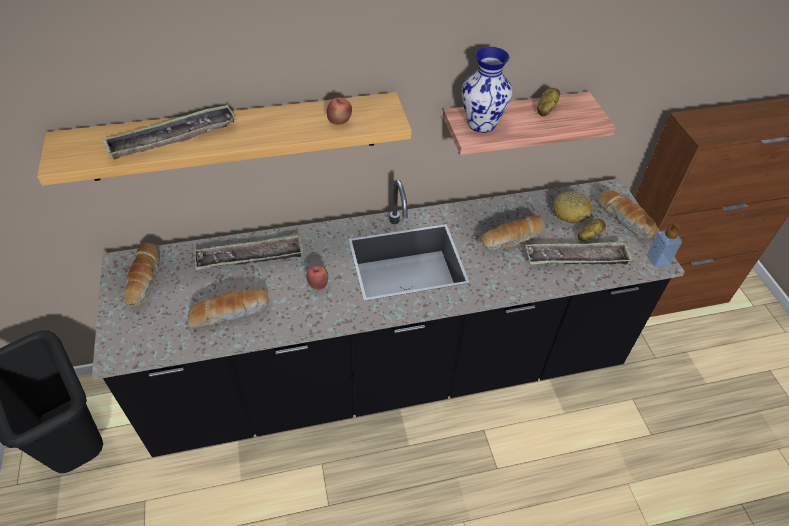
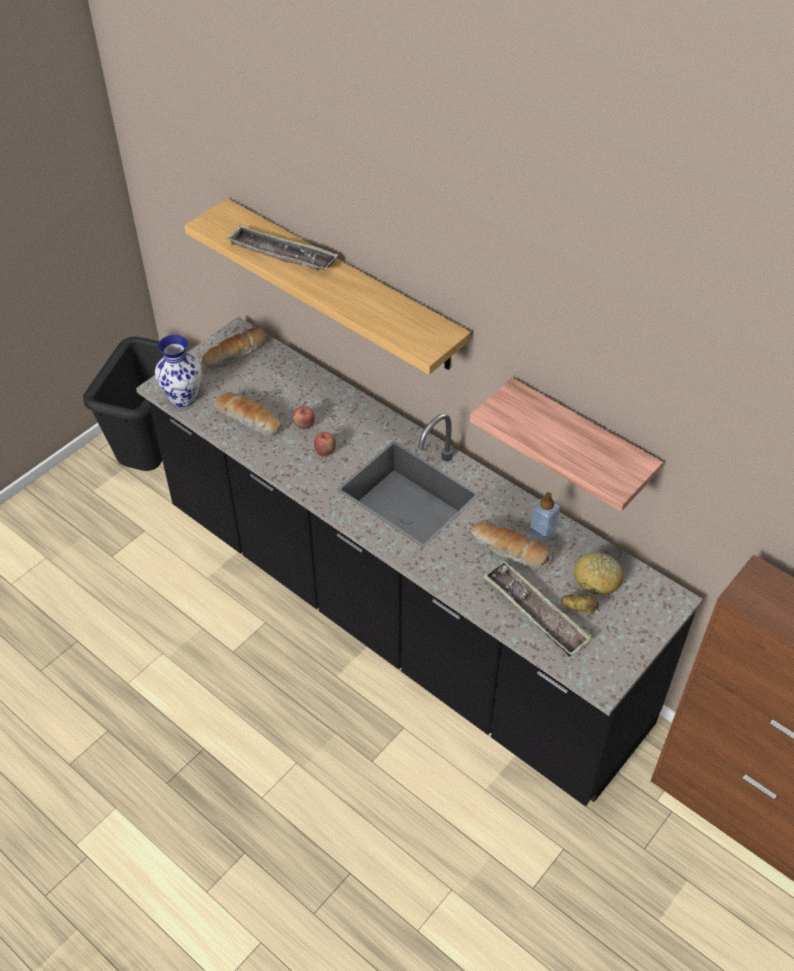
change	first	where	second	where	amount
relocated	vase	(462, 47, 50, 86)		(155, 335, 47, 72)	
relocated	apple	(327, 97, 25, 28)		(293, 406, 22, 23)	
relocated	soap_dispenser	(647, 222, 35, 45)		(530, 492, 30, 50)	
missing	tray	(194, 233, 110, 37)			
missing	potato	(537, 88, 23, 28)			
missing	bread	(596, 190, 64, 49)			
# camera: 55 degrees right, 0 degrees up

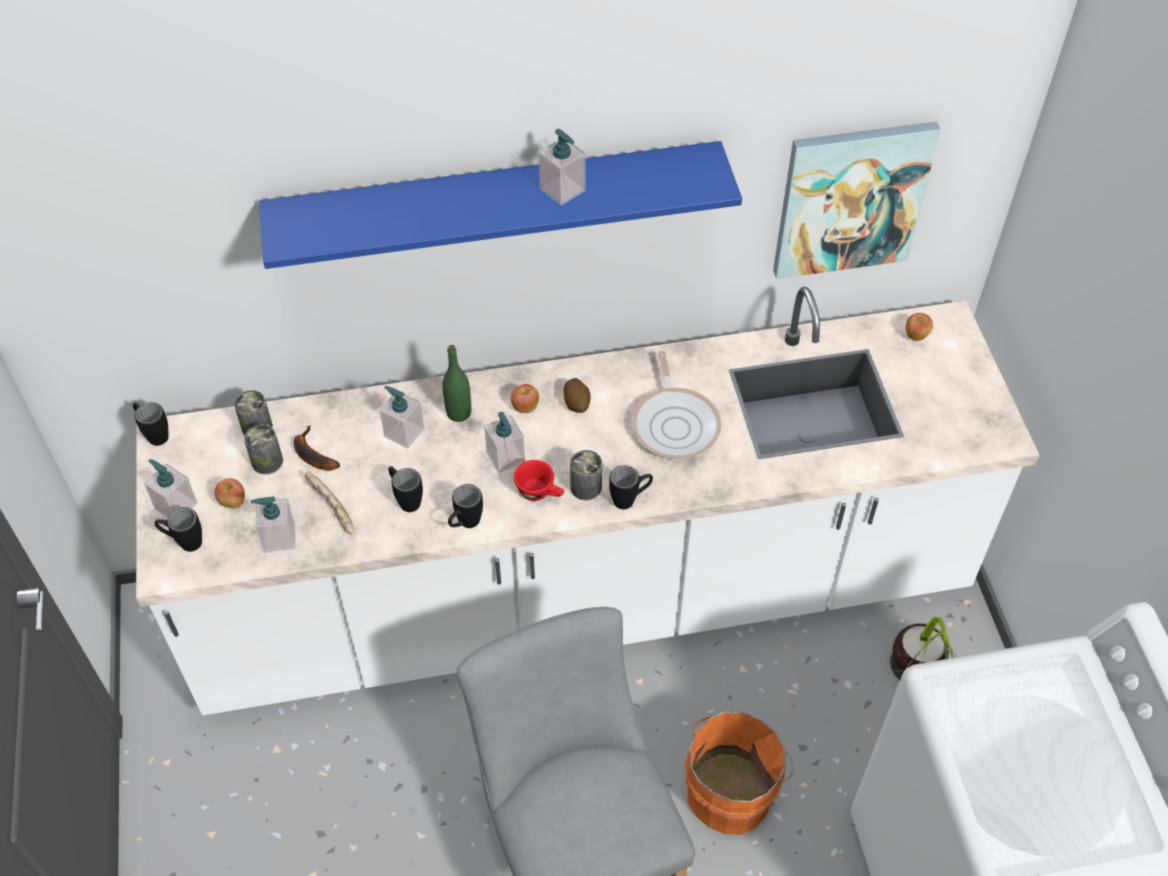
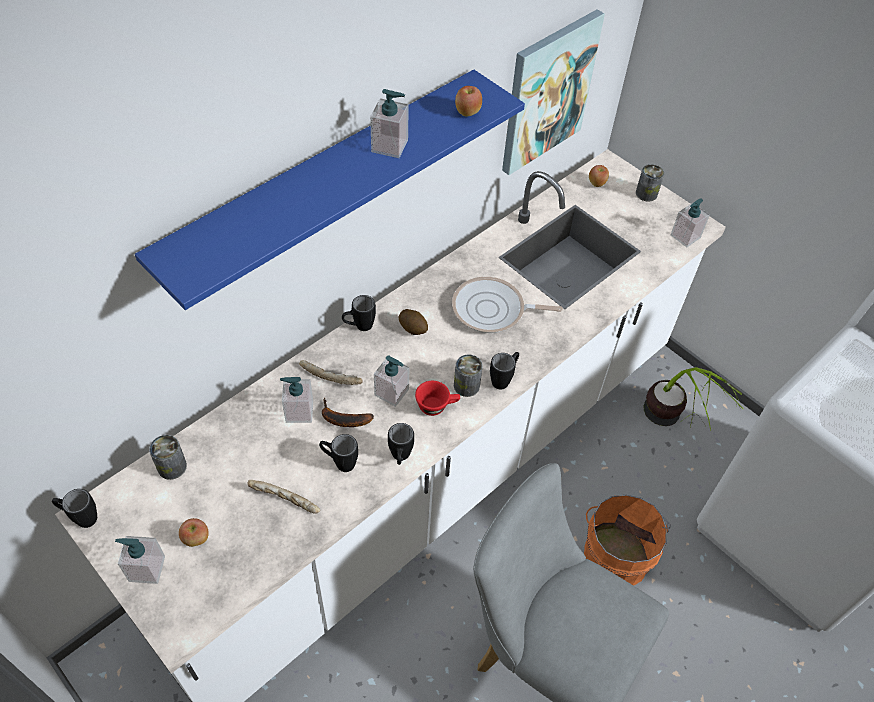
change	first	where	second	where	amount
exchanged	green_bottle	(442, 345, 29, 77)	bread	(299, 360, 64, 25)	
relocated	banana	(294, 425, 46, 46)		(322, 398, 52, 29)	
relocated	black_mug	(155, 507, 47, 45)		(342, 295, 34, 36)	
spun	frying_pan	(632, 351, 89, 108)		(452, 277, 111, 56)	135 degrees clockwise
relocated	apple	(511, 384, 28, 29)		(455, 86, 27, 31)	
relocated	can	(244, 424, 39, 50)		(636, 164, 29, 37)	
relocated	soap_dispenser	(251, 496, 44, 56)		(671, 198, 39, 49)	
# camera: 35 degrees left, 0 degrees up

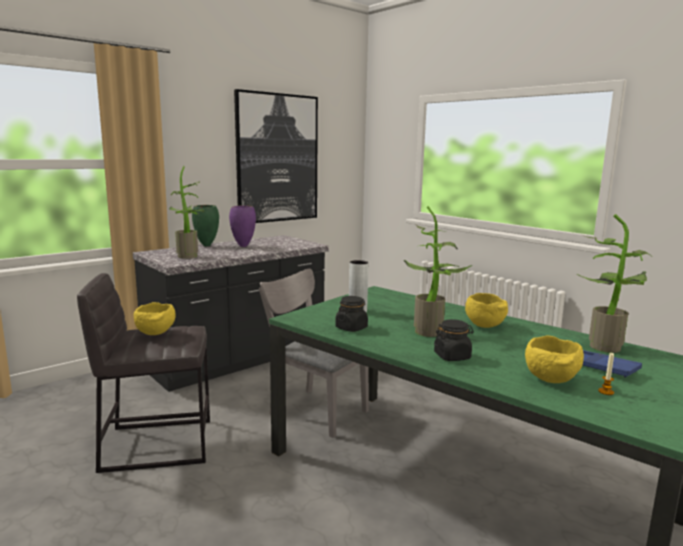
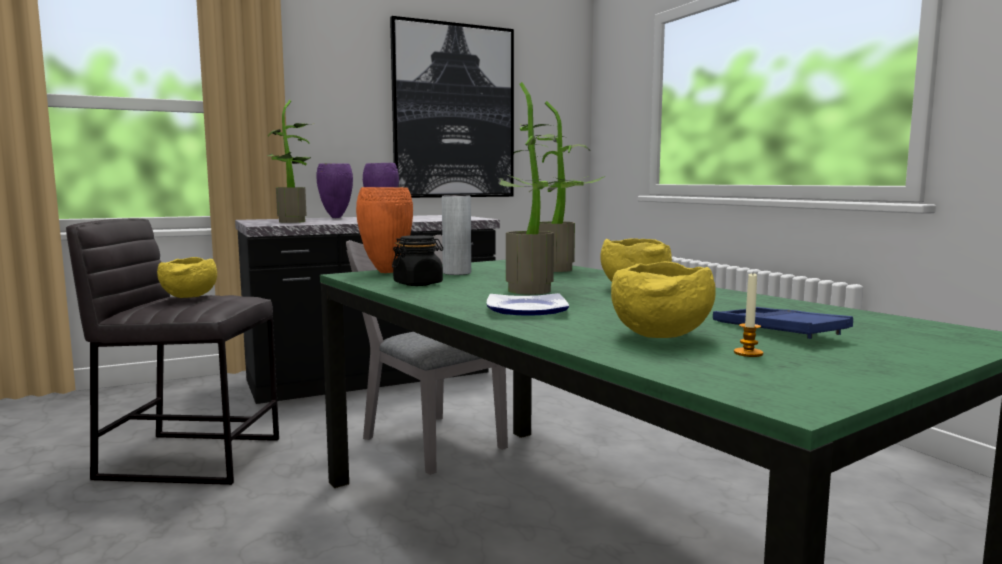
change	first	where	second	where	amount
colour	green_vase	(192, 205, 27, 41)	purple_vase	(316, 163, 37, 55)	
appeared			orange_vase	(356, 187, 57, 86)	
exchanged	black_jar	(434, 319, 40, 42)	plate	(486, 293, 83, 23)	
relocated	potted_plant	(577, 214, 75, 139)		(516, 101, 89, 171)	
# camera: 15 degrees right, 5 degrees down

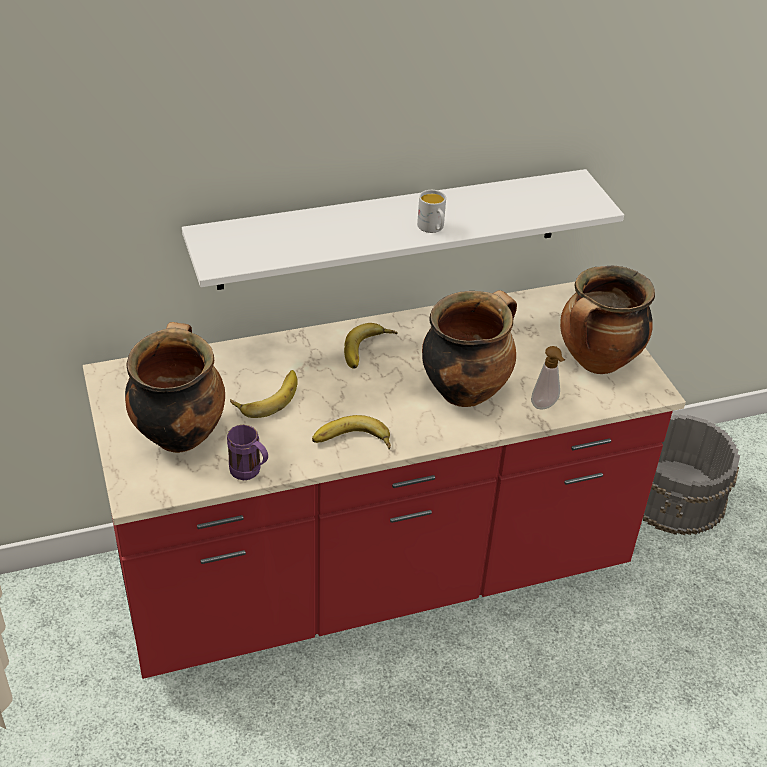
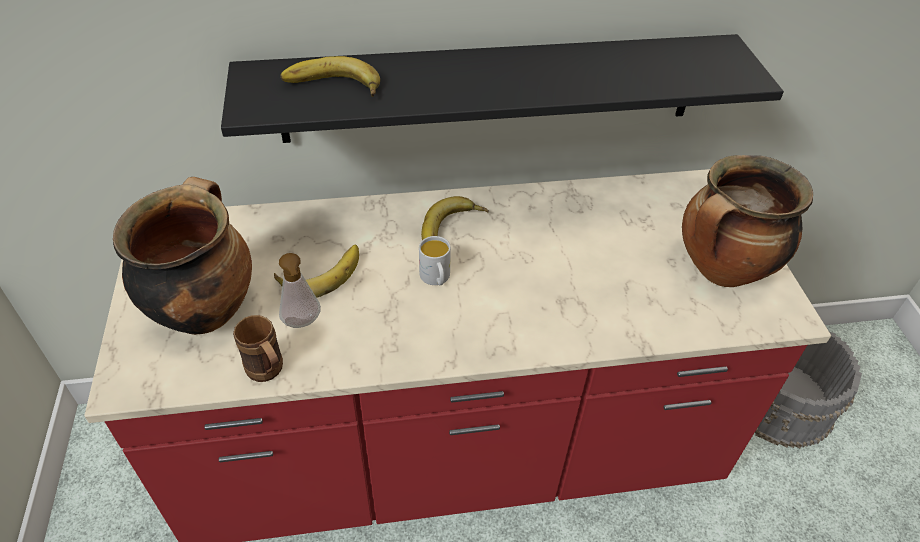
change	first	where	second	where	amount
colour	white_shelf	(182, 169, 442, 121)	black_shelf	(221, 34, 563, 109)	
colour	purple_mug	(227, 425, 41, 55)	brown_mug	(233, 315, 50, 67)	
relocated	soap_dispenser	(531, 346, 34, 64)		(279, 253, 42, 75)	
relocated	banana	(312, 415, 79, 35)		(281, 56, 99, 41)	
relocated	white_mug	(417, 190, 29, 43)		(419, 236, 32, 49)	
missing	cooking_pot	(422, 290, 95, 117)			
# camera: 10 degrees right, 5 degrees up

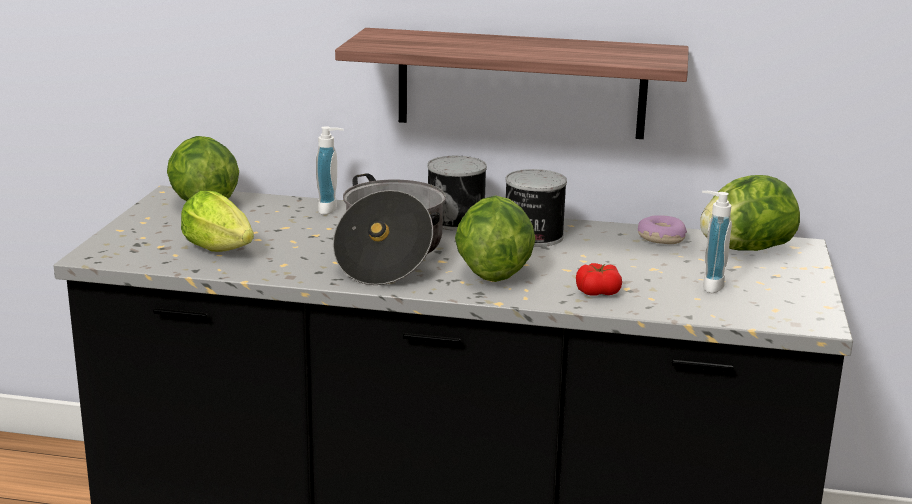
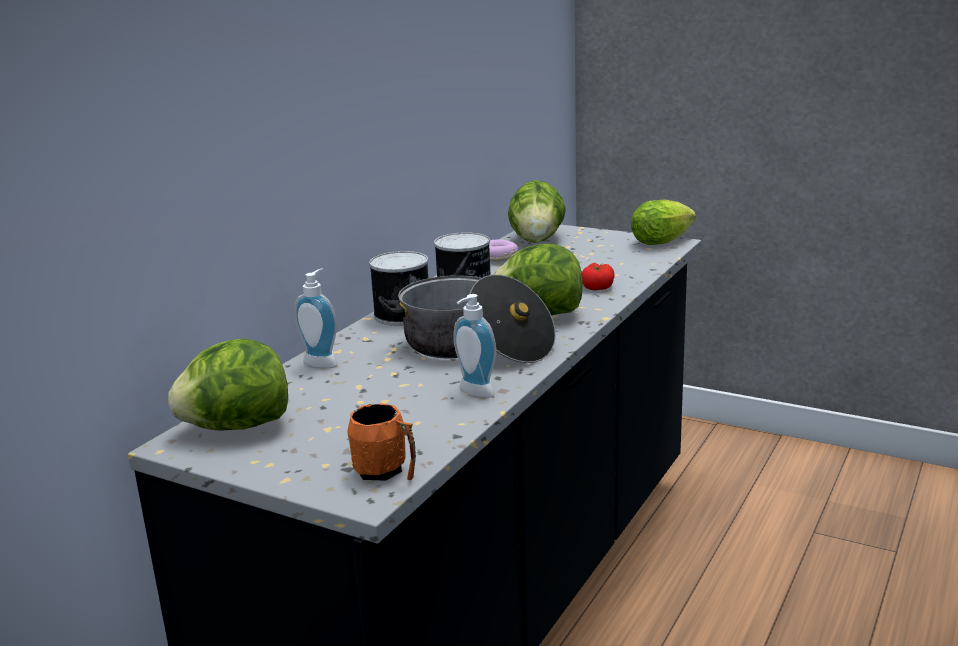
change	first	where	second	where	amount
appeared			orange_mug	(348, 403, 68, 78)	
relocated	soap_dispenser	(702, 191, 30, 102)		(453, 294, 43, 104)	
relocated	lettuce	(181, 191, 73, 61)		(631, 199, 65, 46)	
missing	shelf	(335, 28, 354, 111)			
# camera: 70 degrees left, 0 degrees up

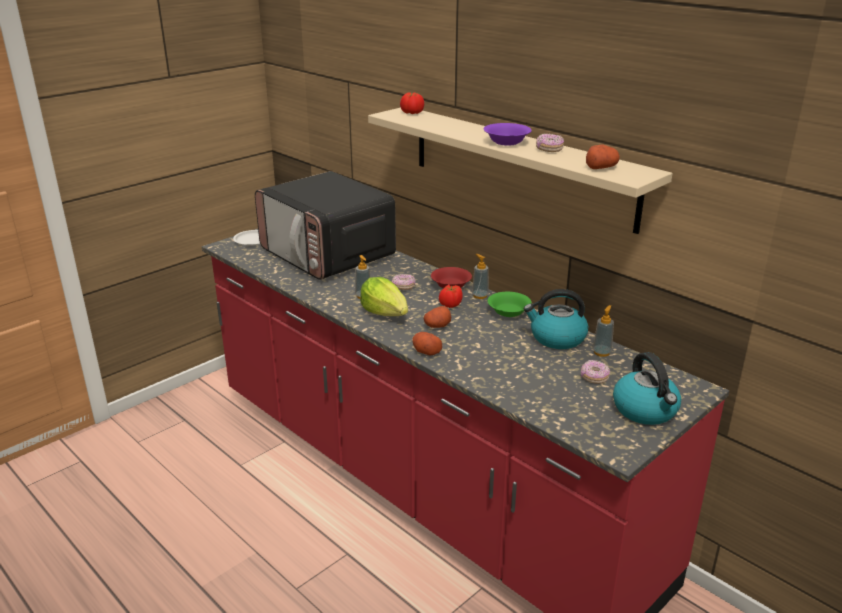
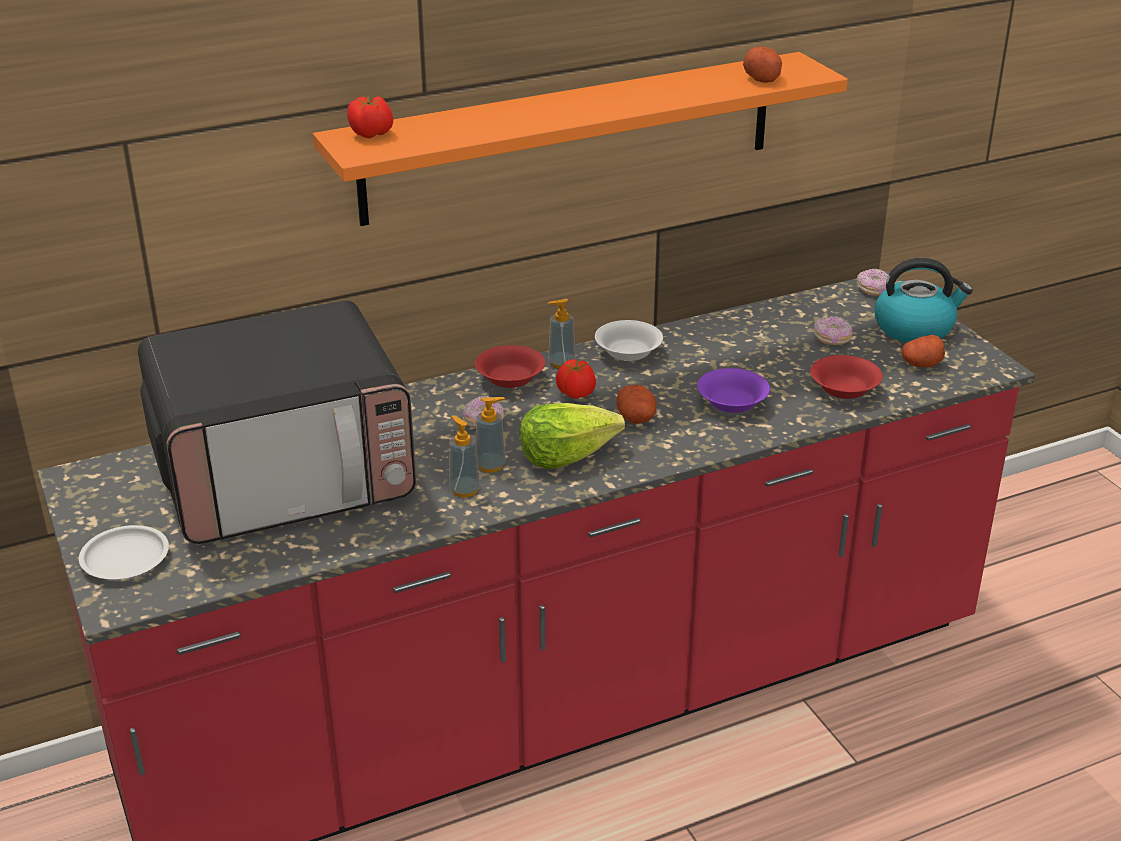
change	first	where	second	where	amount
colour	beige_shelf	(368, 108, 305, 126)	orange_shelf	(313, 52, 535, 174)	
relocated	soap_dispenser	(593, 305, 21, 52)		(449, 415, 31, 82)	
colour	green_bowl	(488, 292, 44, 25)	white_bowl	(595, 320, 68, 41)	
relocated	purple_bowl	(483, 123, 49, 23)		(697, 368, 73, 45)	
appeared			red_bowl	(810, 355, 73, 44)	
relocated	donut	(536, 134, 28, 18)		(857, 269, 32, 27)	
relocated	potato	(412, 332, 30, 23)		(901, 335, 44, 32)	
missing	kettle	(524, 289, 64, 60)			
# camera: 70 degrees left, 5 degrees up

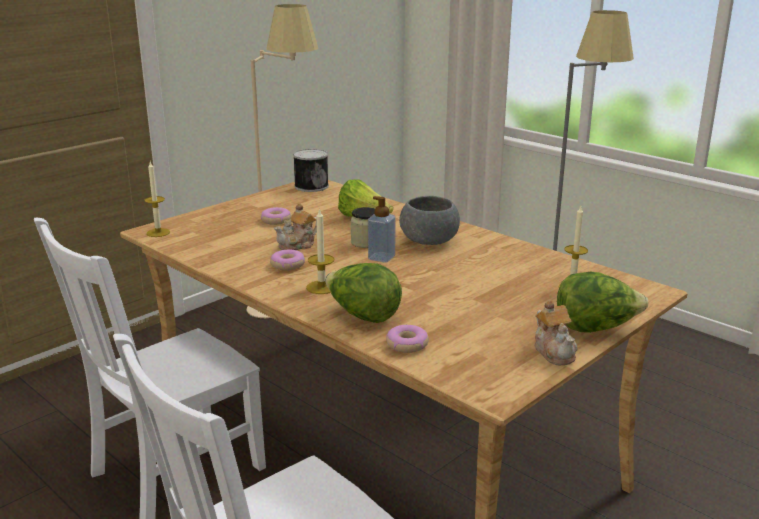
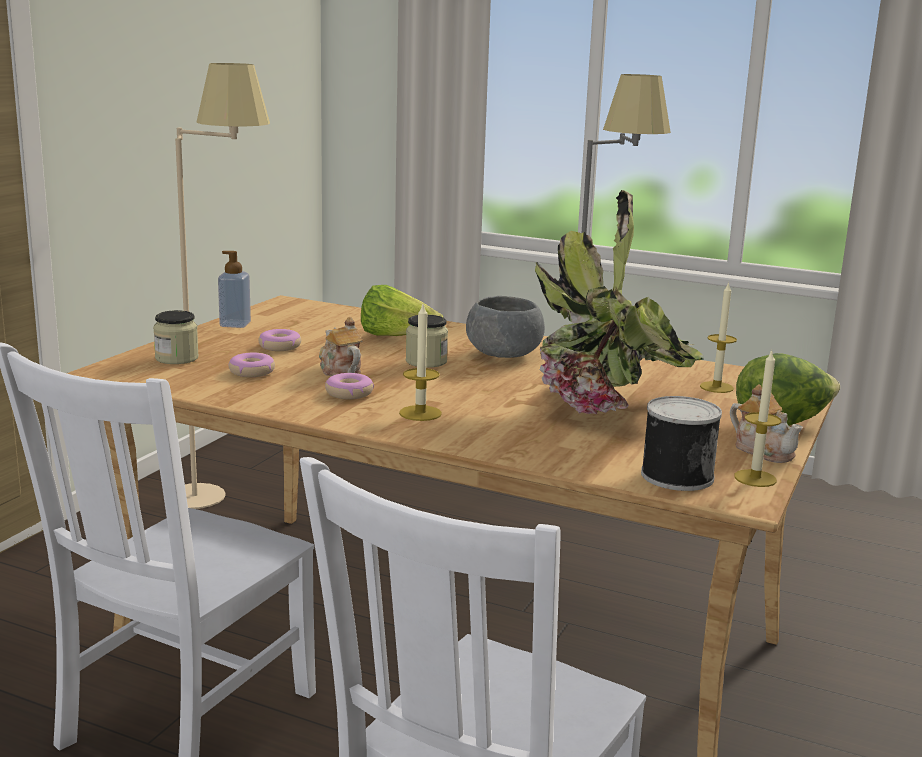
change	first	where	second	where	amount
appeared			jar	(153, 310, 46, 54)	
relocated	soap_dispenser	(368, 196, 28, 67)		(218, 251, 33, 77)	
relocated	donut	(386, 325, 43, 28)		(228, 353, 47, 24)	
spun	teapot	(274, 203, 43, 47)		(319, 317, 44, 59)	120 degrees clockwise
appeared			potted_plant	(535, 190, 169, 224)	
relocated	can	(293, 149, 36, 43)		(641, 396, 81, 95)	
relocated	candle	(144, 162, 26, 75)		(734, 350, 47, 137)	
missing	lettuce	(325, 263, 77, 60)			
# camera: 20 degrees left, 5 degrees down

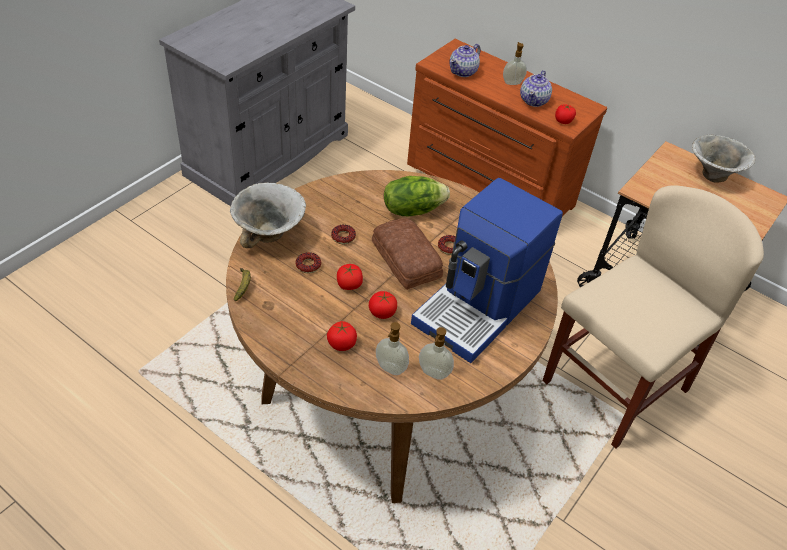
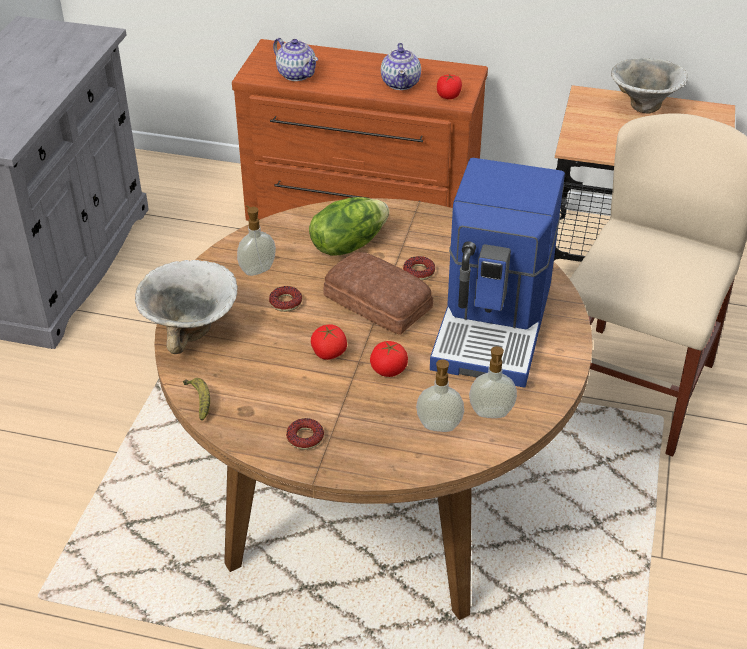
change	first	where	second	where	amount
relocated	soap_dispenser	(503, 42, 24, 43)		(237, 205, 39, 71)	
spun	teapot	(449, 44, 32, 33)		(273, 38, 45, 43)	60 degrees counterclockwise
relocated	donut	(296, 252, 26, 22)		(286, 418, 38, 32)	
missing	tomato	(327, 321, 30, 30)			
# camera: 20 degrees left, 5 degrees down

